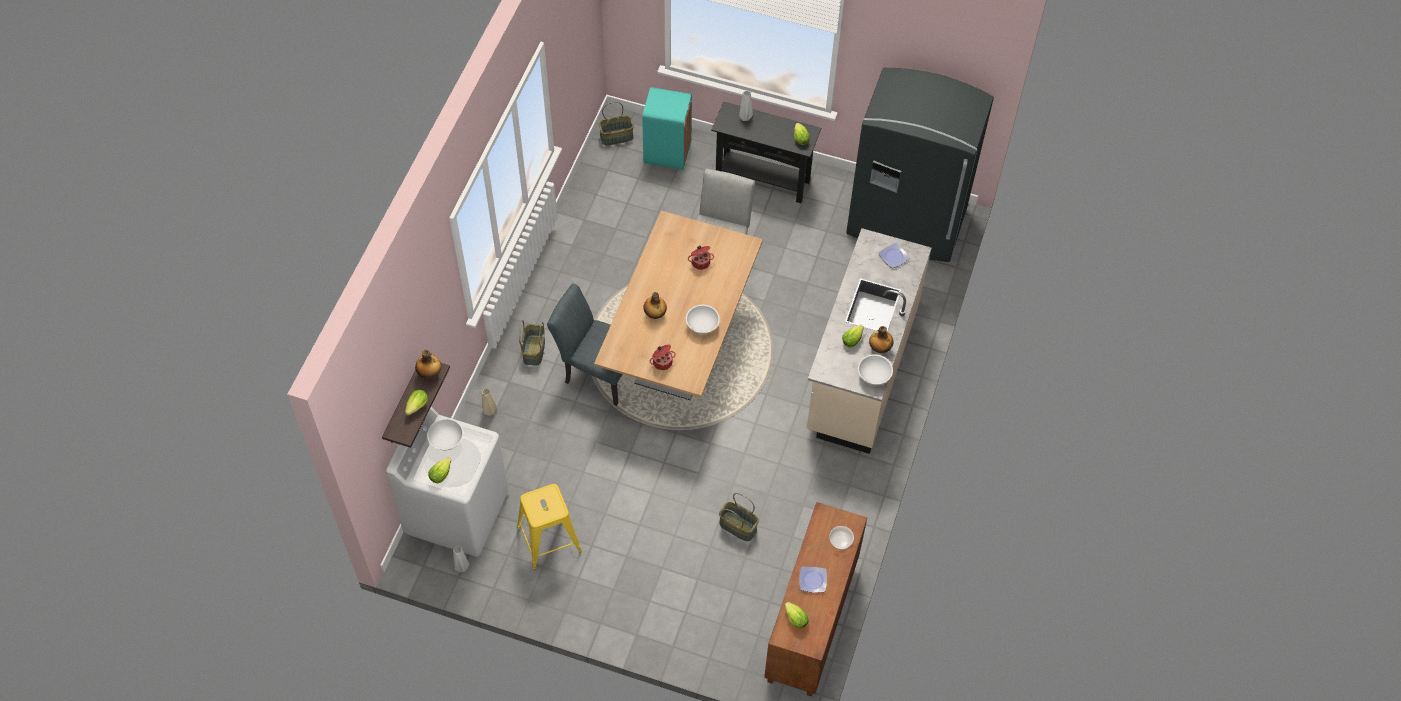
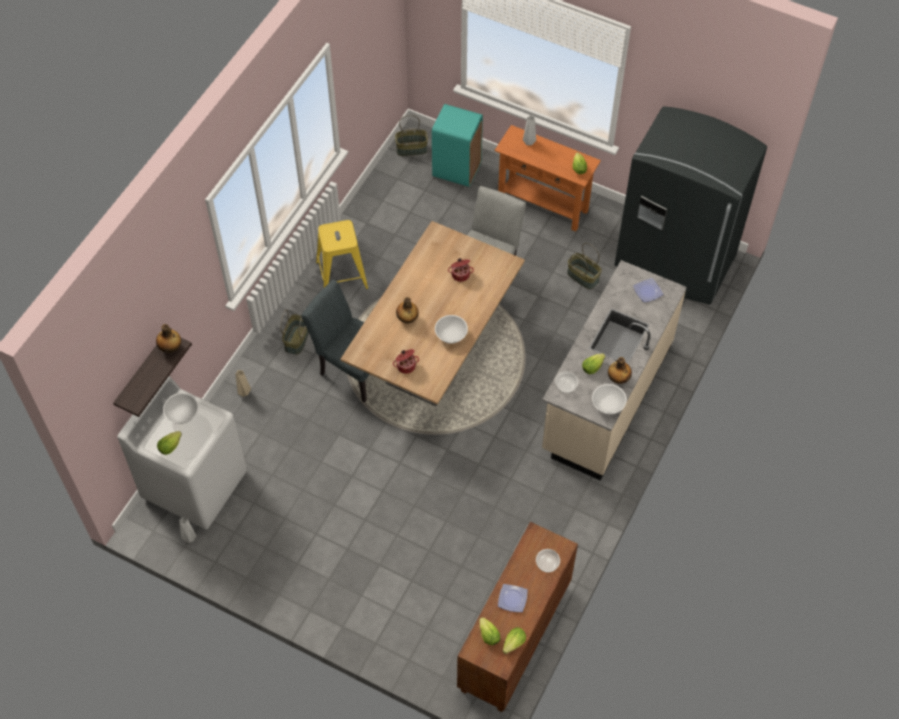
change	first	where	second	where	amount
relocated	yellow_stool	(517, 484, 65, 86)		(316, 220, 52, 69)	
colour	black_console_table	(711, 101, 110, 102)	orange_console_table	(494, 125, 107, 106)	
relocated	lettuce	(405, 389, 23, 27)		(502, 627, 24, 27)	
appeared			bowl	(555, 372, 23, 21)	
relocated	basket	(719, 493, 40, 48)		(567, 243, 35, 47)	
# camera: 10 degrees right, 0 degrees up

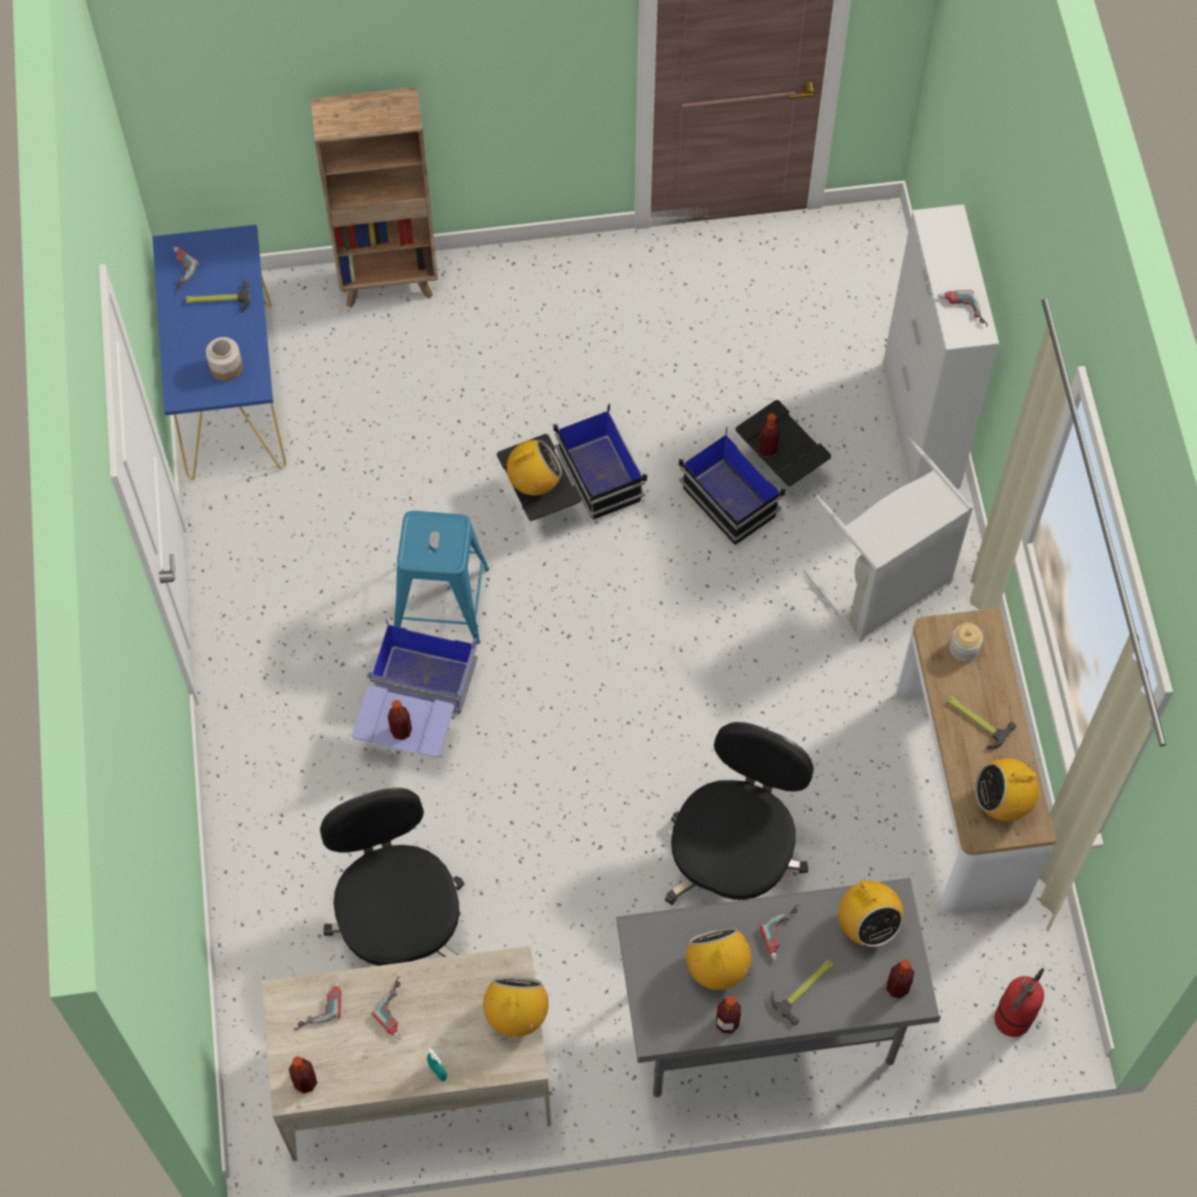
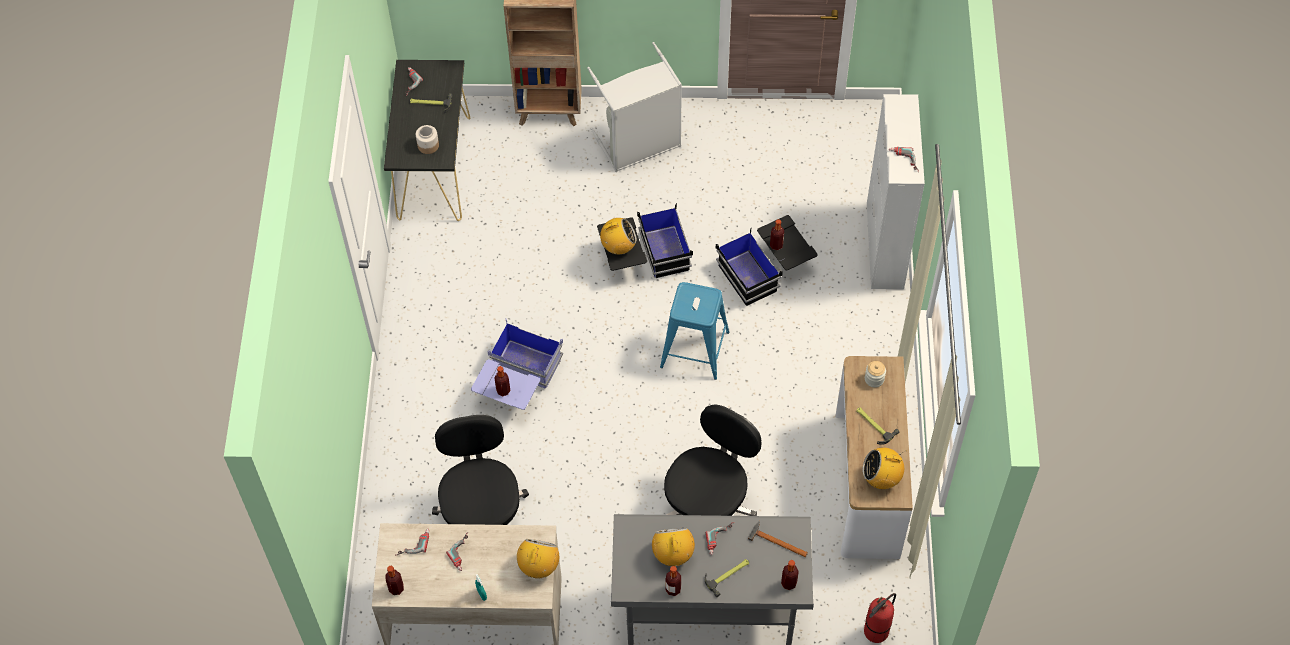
change	first	where	second	where	amount
colour	blue_console_table	(152, 225, 134, 255)	black_console_table	(384, 60, 86, 161)	
relocated	grey_laundry_basket	(803, 437, 170, 205)		(587, 42, 95, 130)	
relocated	blue_stool	(394, 511, 95, 133)		(660, 282, 69, 98)	
exchanged	radio	(838, 880, 65, 67)	hammer	(748, 521, 60, 36)	
# camera: 10 degrees right, 5 degrees down

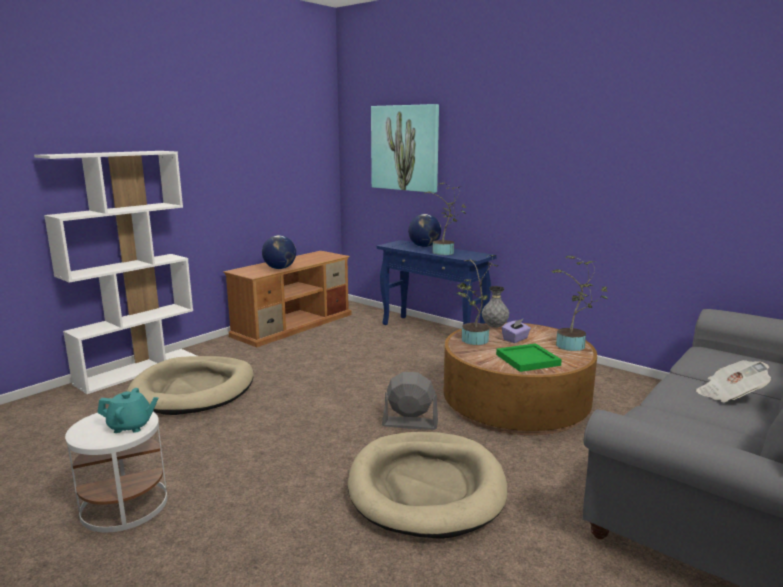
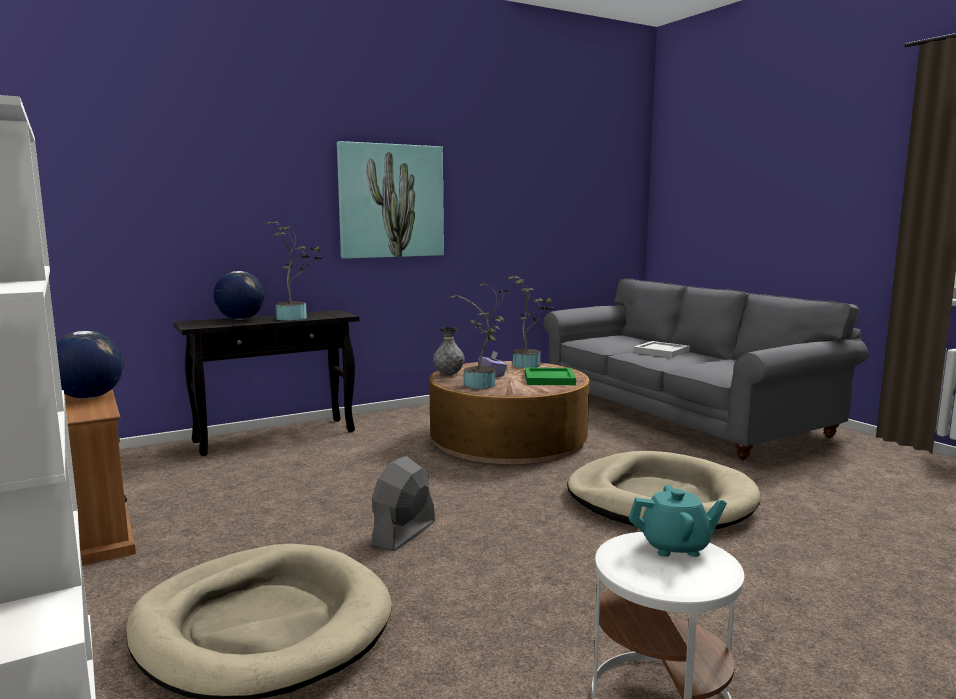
change	first	where	second	where	amount
colour	blue_console_table	(377, 240, 120, 85)	black_console_table	(173, 310, 186, 146)	
relocated	picture	(371, 104, 68, 89)		(337, 141, 107, 118)	
relocated	grey_fan	(382, 372, 56, 58)		(371, 456, 64, 95)	
spun	turquoise_teapot	(97, 388, 61, 45)		(629, 485, 98, 72)	75 degrees clockwise
exchanged	newspaper	(696, 360, 75, 43)	white_tray	(633, 341, 57, 17)	
# camera: 70 degrees left, 5 degrees down

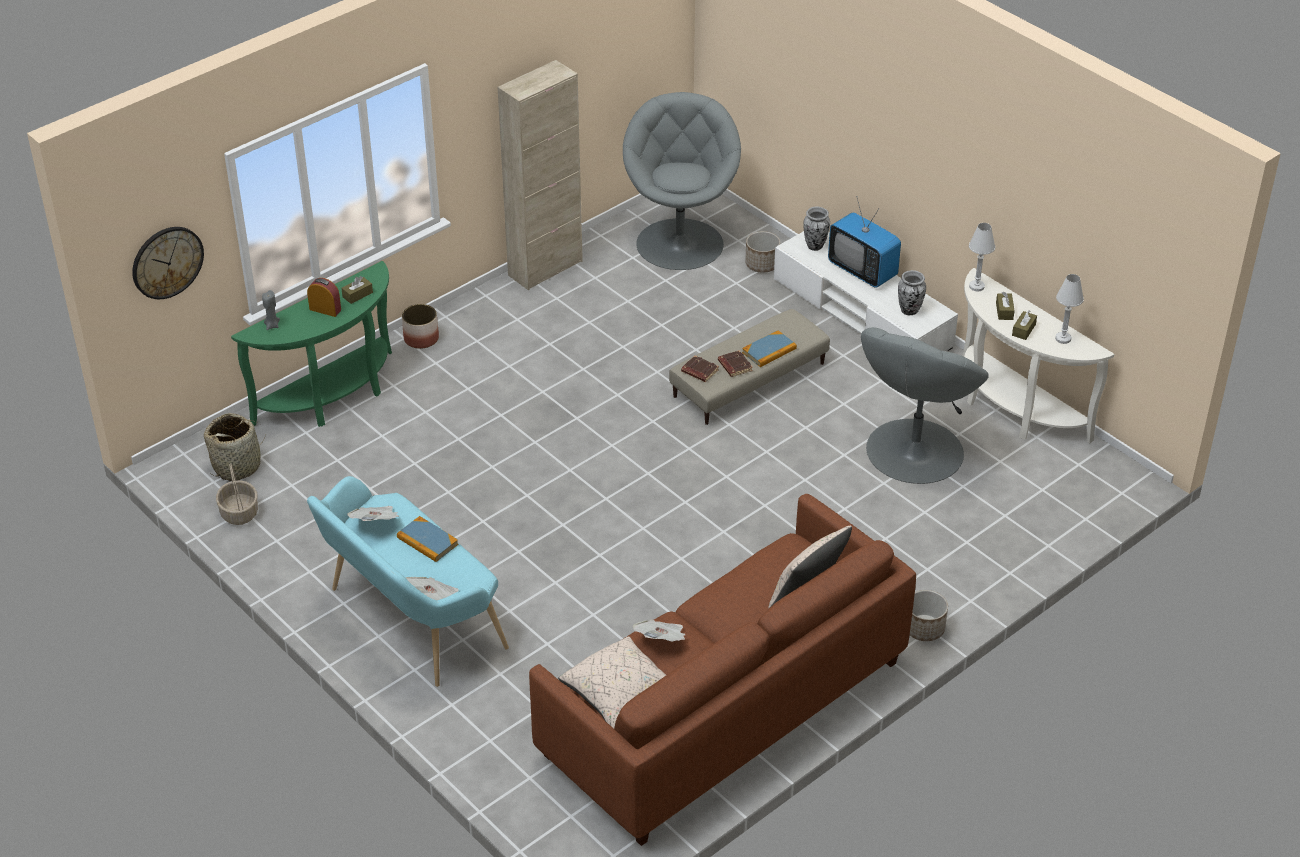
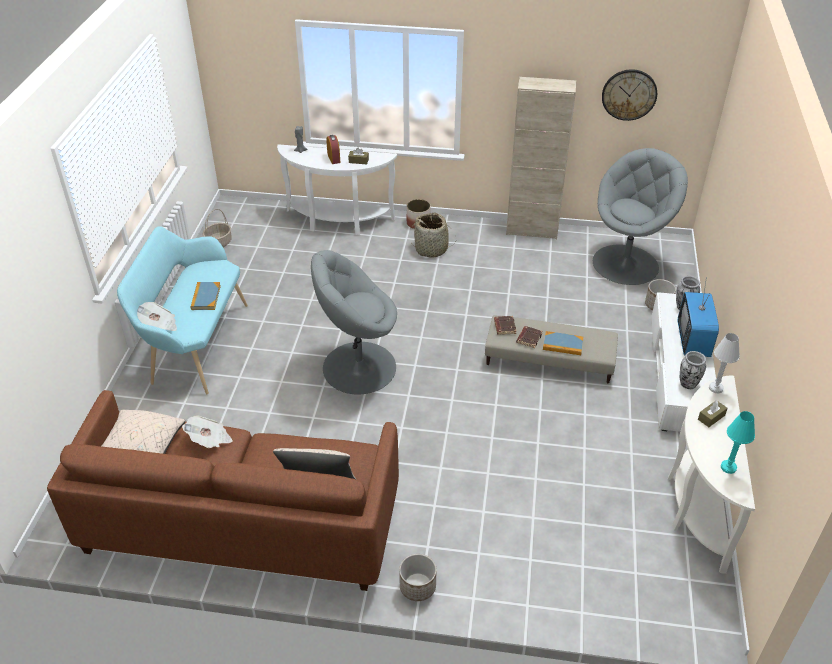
change	first	where	second	where	amount
colour	green_console_table	(231, 261, 161, 166)	white_console_table	(277, 144, 120, 91)	
relocated	grey_armchair	(861, 327, 128, 157)		(311, 250, 86, 144)	
relocated	basket	(204, 413, 62, 68)		(412, 213, 44, 44)	
relocated	wall_clock	(132, 227, 72, 72)		(602, 69, 55, 52)	
colour	white_table_lamp	(1055, 274, 29, 70)	turquoise_table_lamp	(721, 411, 34, 63)	
missing	newspaper	(347, 506, 52, 15)			
missing	brown_tissue_box	(1012, 311, 25, 29)			
# camera: 50 degrees right, 0 degrees up

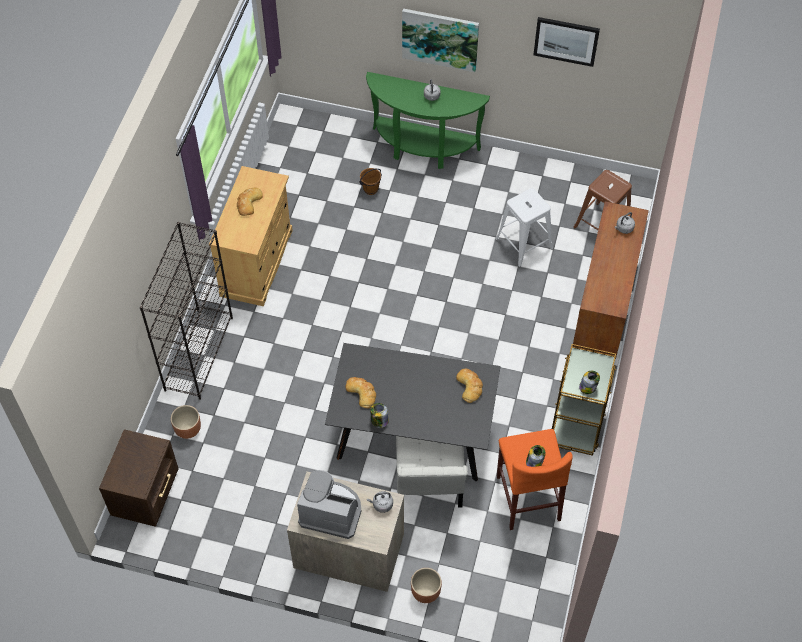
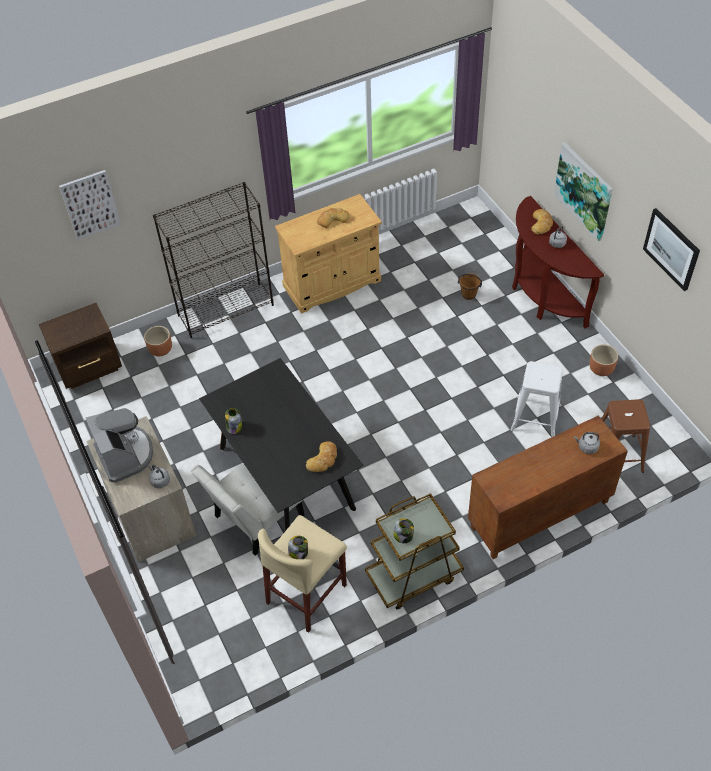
change	first	where	second	where	amount
appeared			picture	(59, 170, 62, 70)	
colour	orange_stool	(497, 429, 76, 101)	beige_stool	(258, 515, 89, 118)	
colour	green_console_table	(366, 72, 124, 97)	brown_console_table	(512, 196, 92, 133)	
relocated	bread	(346, 377, 30, 31)		(531, 209, 22, 25)	
relocated	brown_planter	(411, 568, 31, 35)		(589, 344, 29, 32)	
# camera: 50 degrees right, 5 degrees down

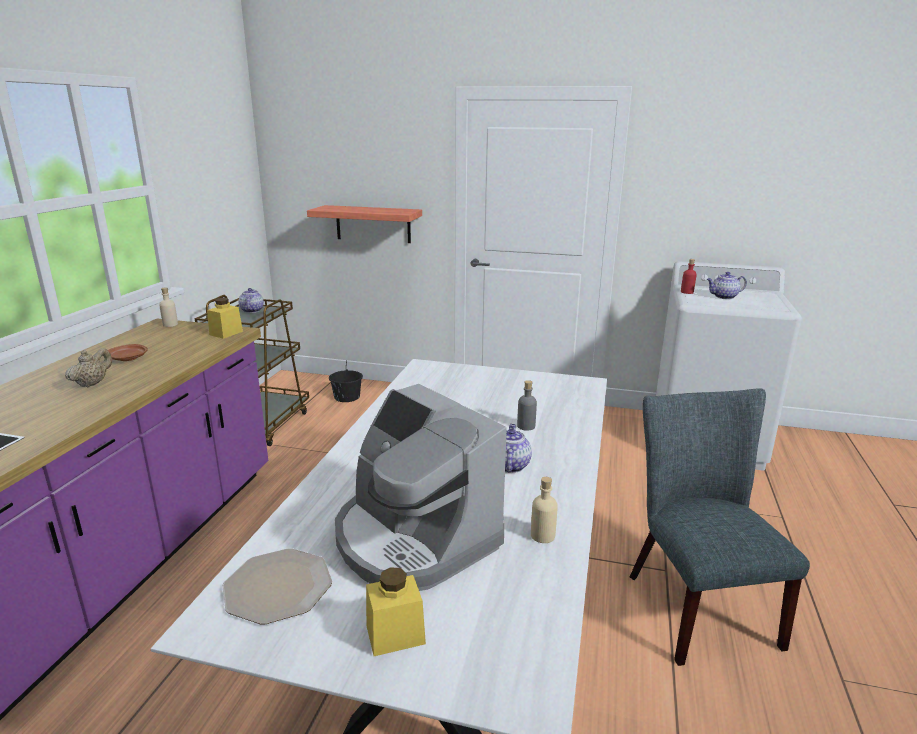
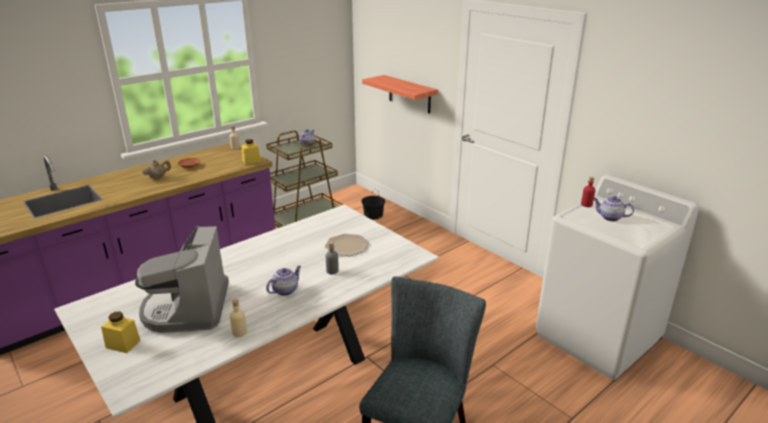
change	first	where	second	where	amount
relocated	plate	(222, 548, 110, 76)		(325, 234, 44, 22)	
# camera: 35 degrees right, 5 degrees up

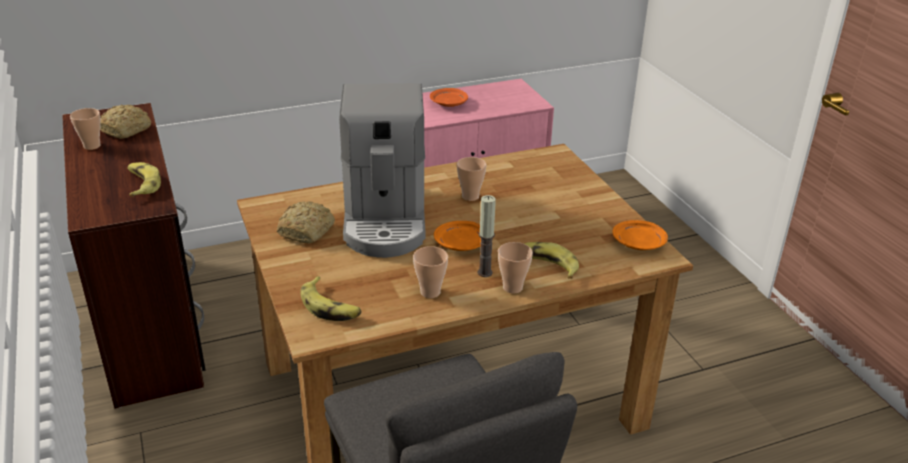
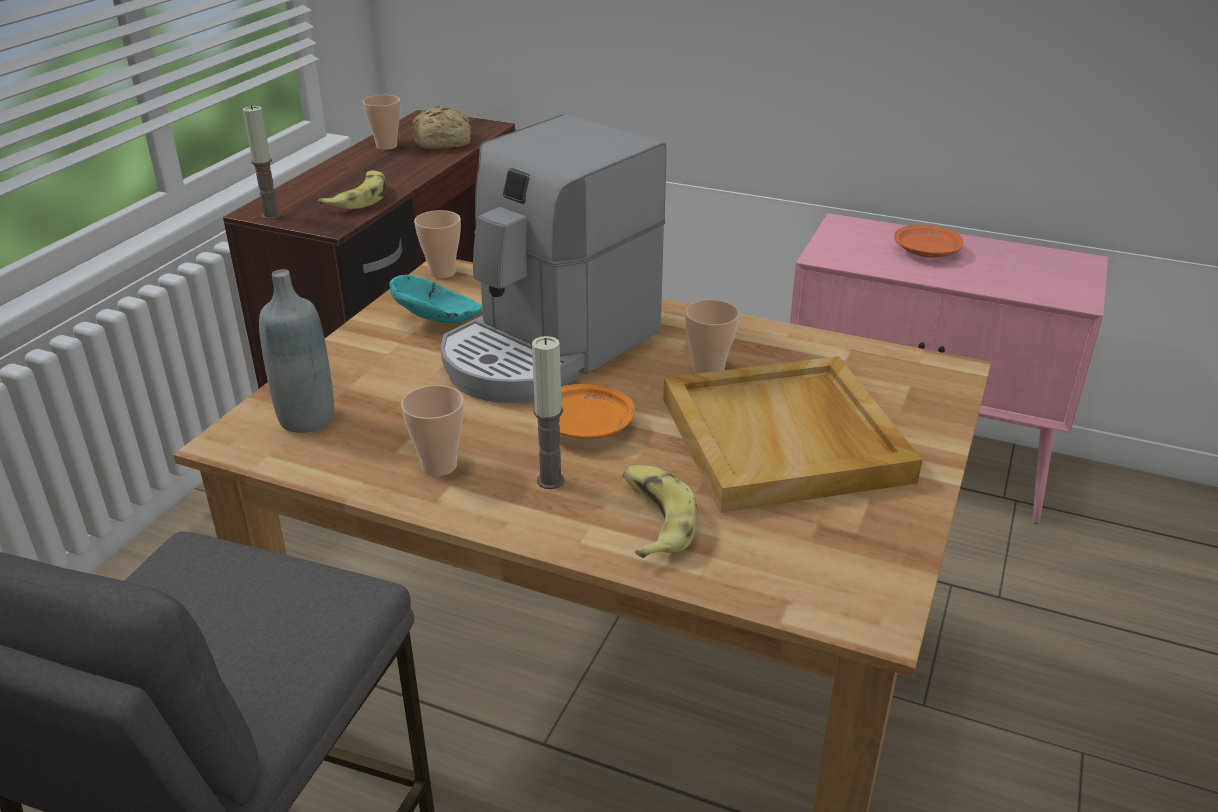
change	first	where	second	where	amount
appeared			candle	(243, 105, 38, 115)	
exchanged	banana	(301, 276, 61, 45)	grey_bottle	(259, 269, 75, 164)	
exchanged	bread	(277, 201, 58, 43)	turquoise_bowl	(389, 275, 93, 48)	
relocated	cup	(498, 242, 35, 51)		(414, 210, 47, 69)	
appeared			beige_tray	(663, 356, 259, 157)	
missing	orange_plate	(612, 220, 56, 30)			
# camera: 45 degrees right, 0 degrees up

